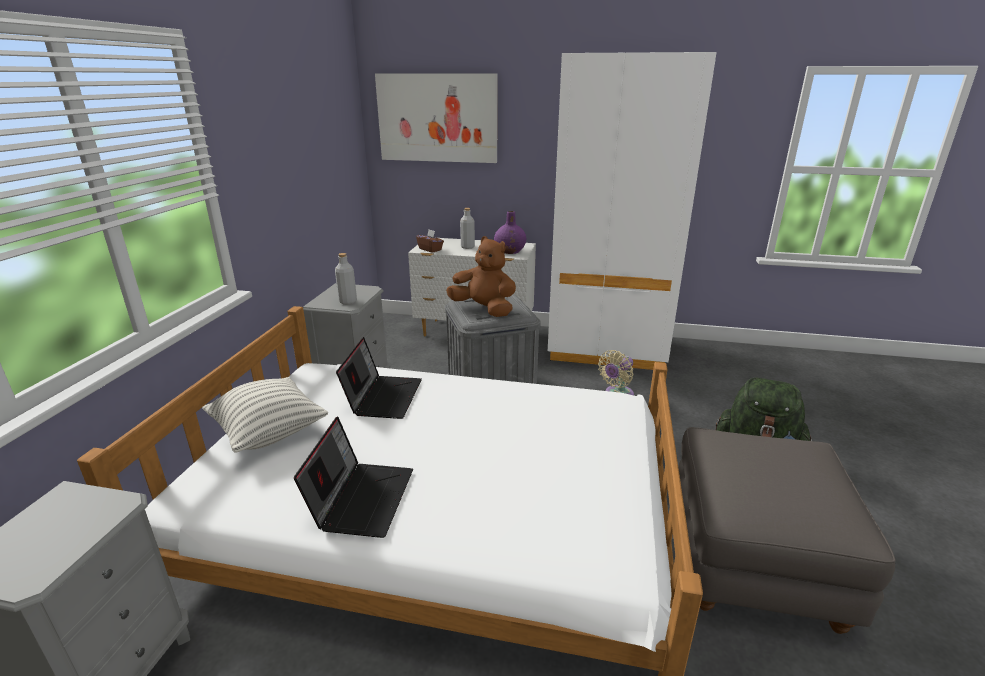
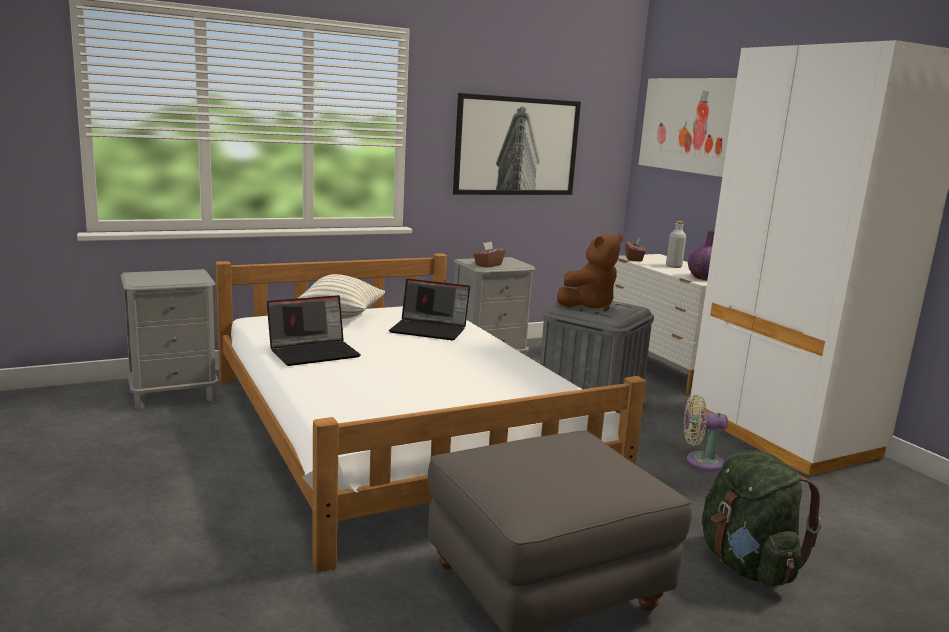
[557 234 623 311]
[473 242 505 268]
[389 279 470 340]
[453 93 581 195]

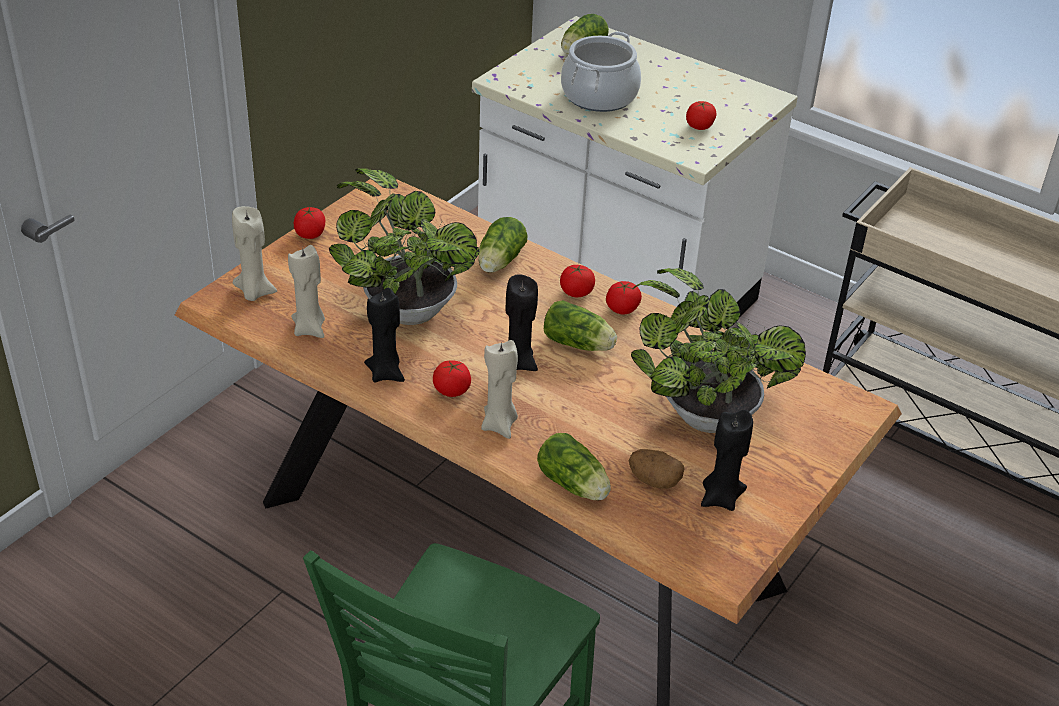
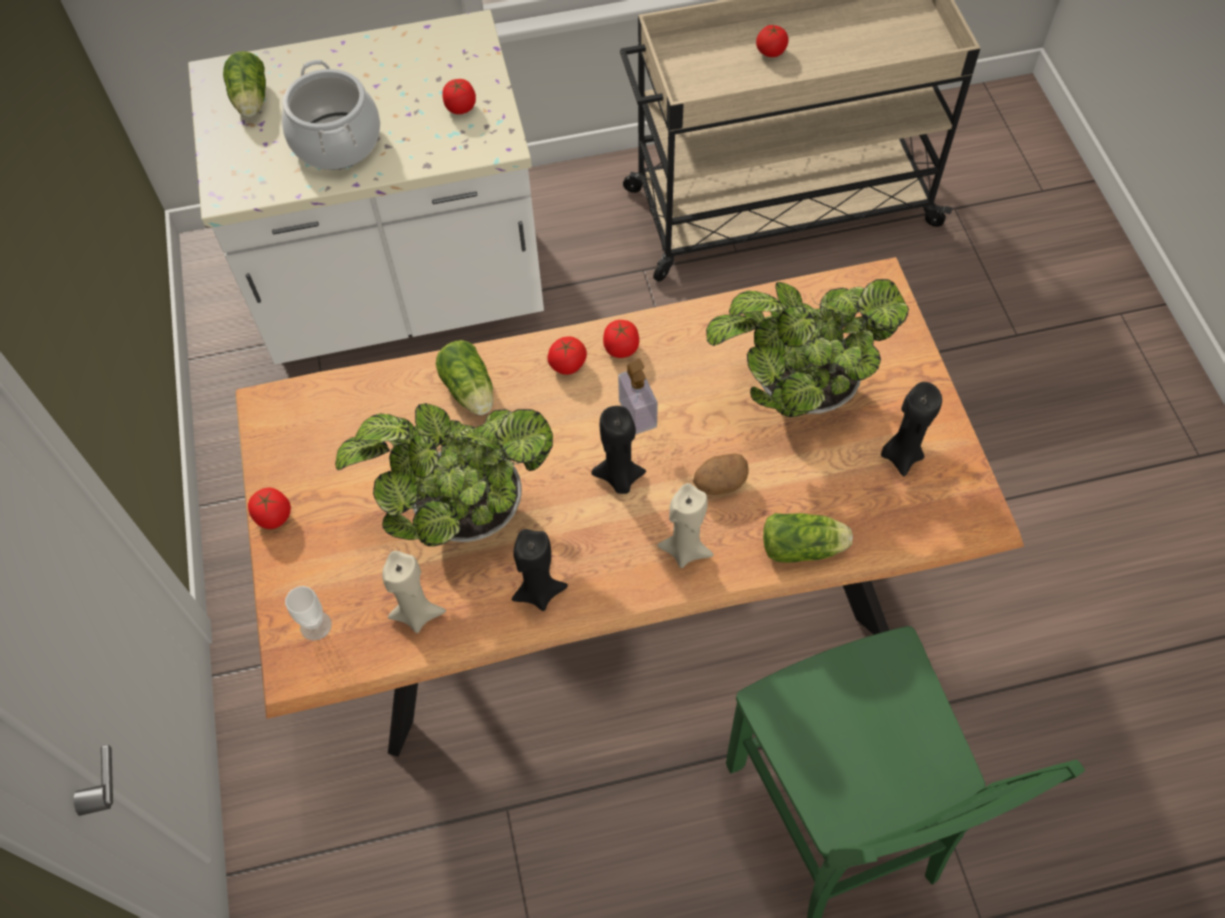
[285 586 332 641]
[618 359 658 434]
[756 24 789 57]
[693 453 749 495]

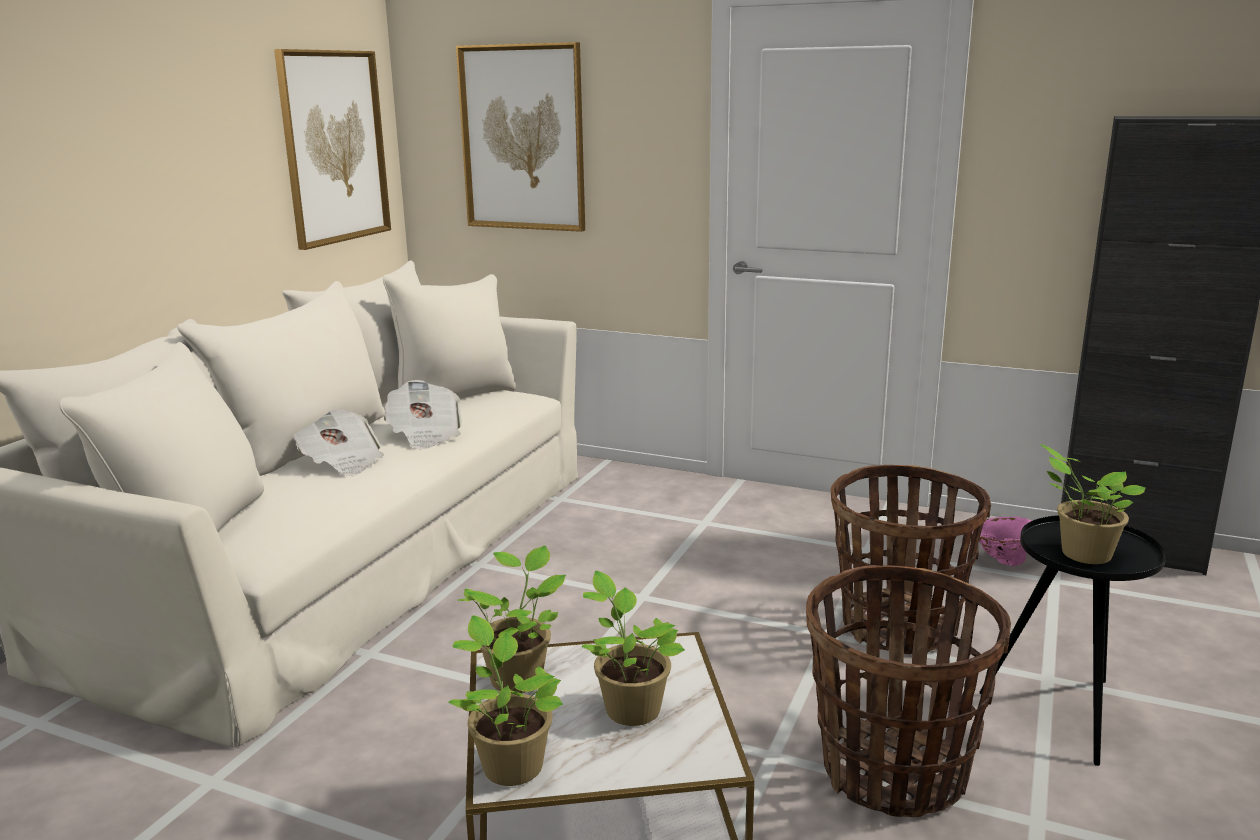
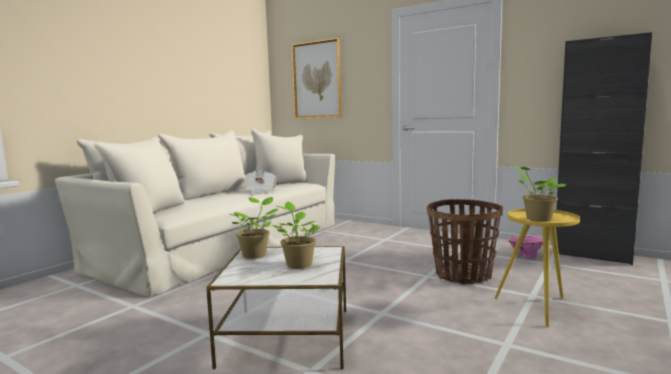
[274 49 391 250] (first image)
[294 409 384 476] (first image)
[495 209 580 327]
[806 565 1011 817] (first image)
[449 615 563 786] (first image)

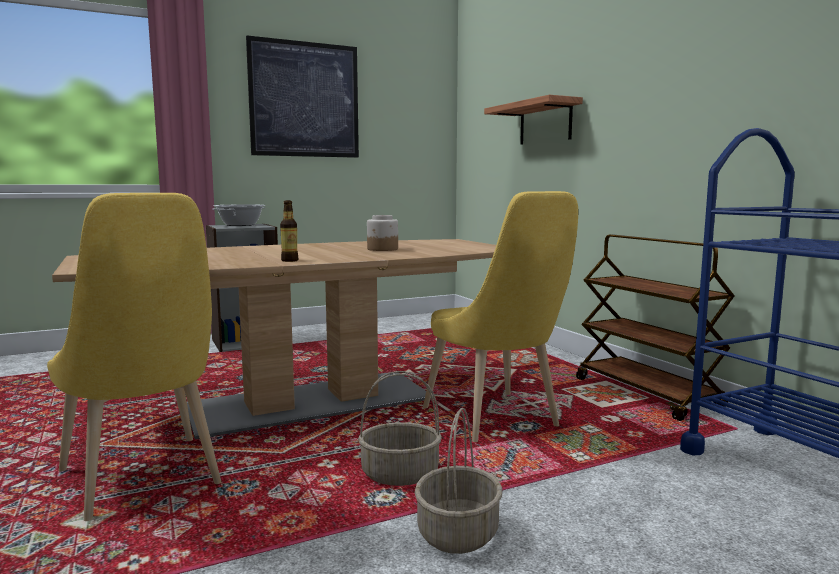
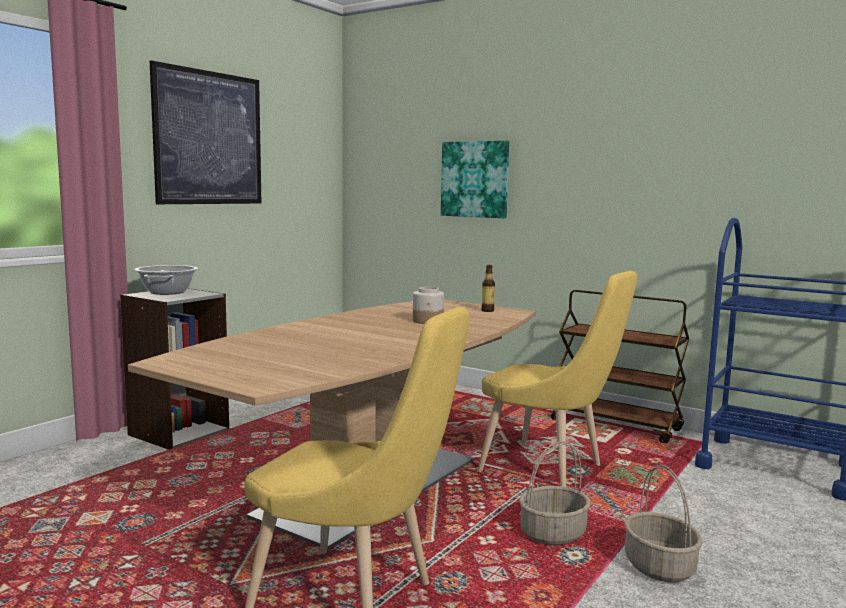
[441 140 510 218]
[481 265 495 312]

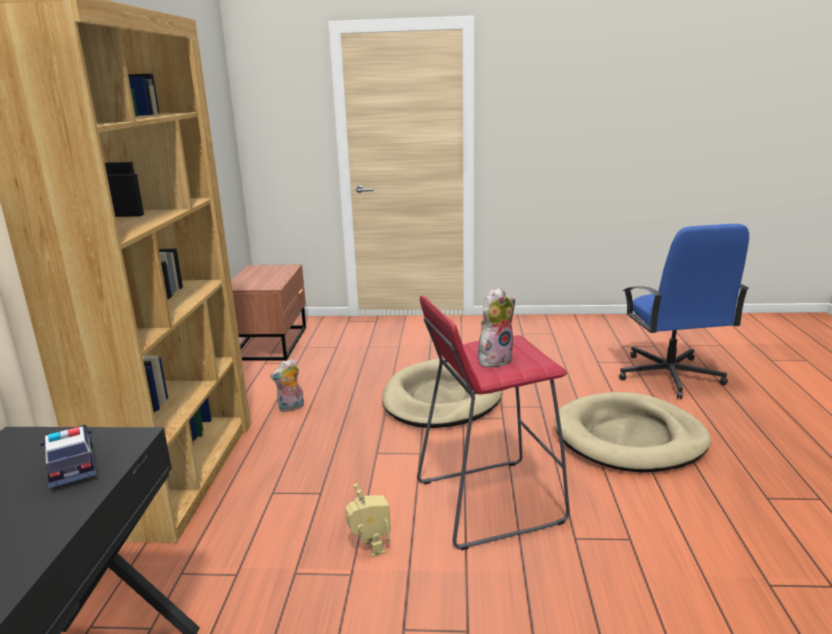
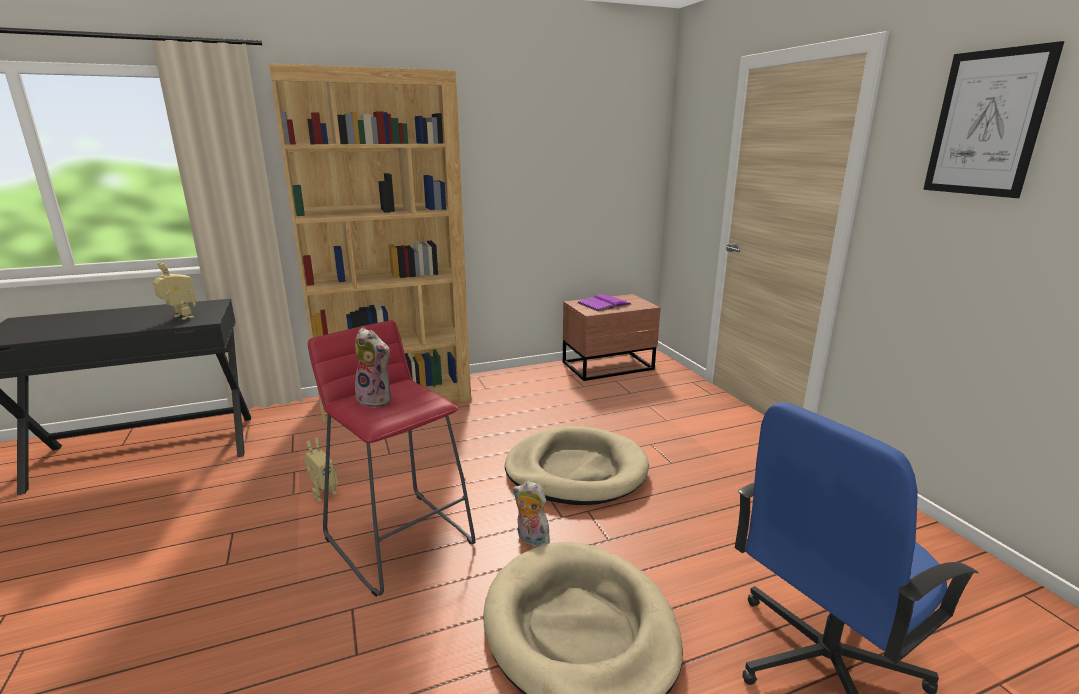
[513 481 554 547]
[153 262 196 320]
[923 41 1064 198]
[578 294 631 311]

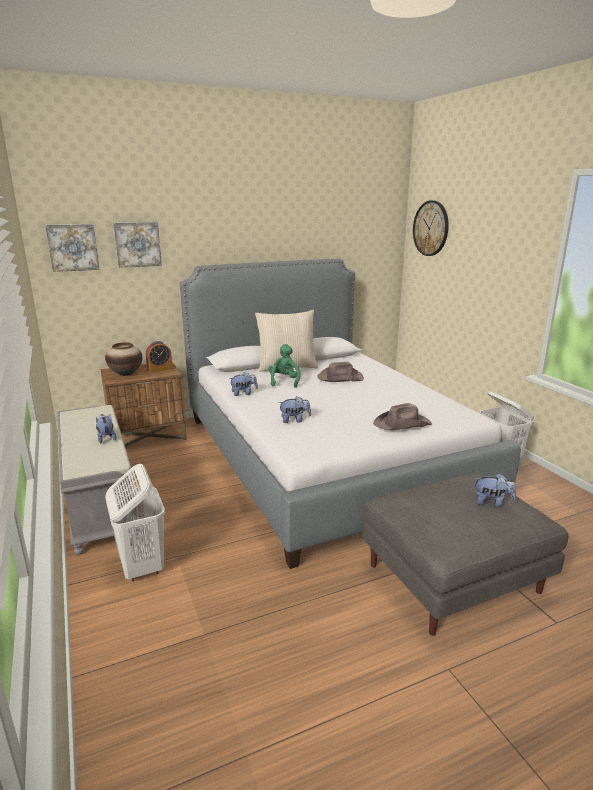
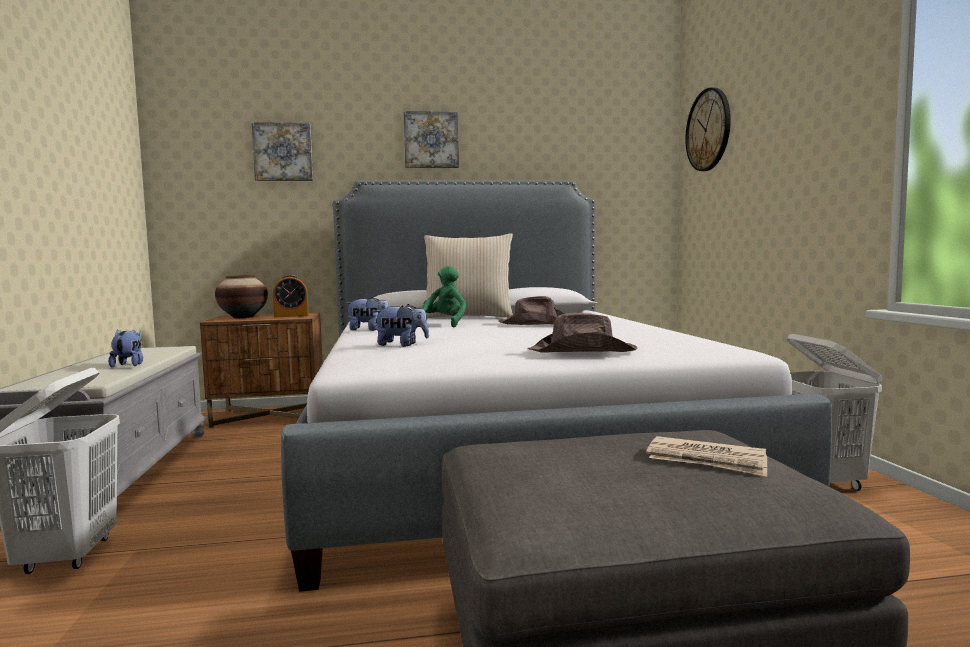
[404 111 459 168]
[646 436 767 477]

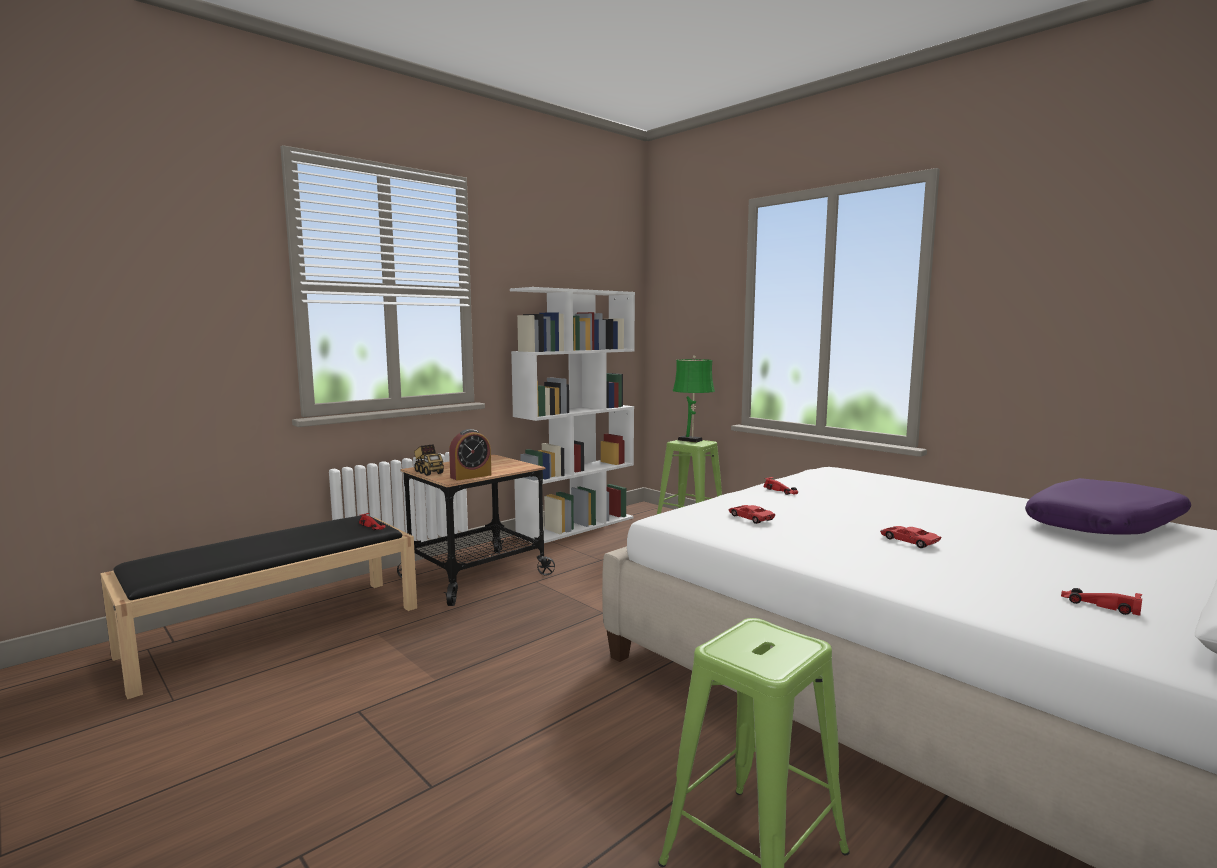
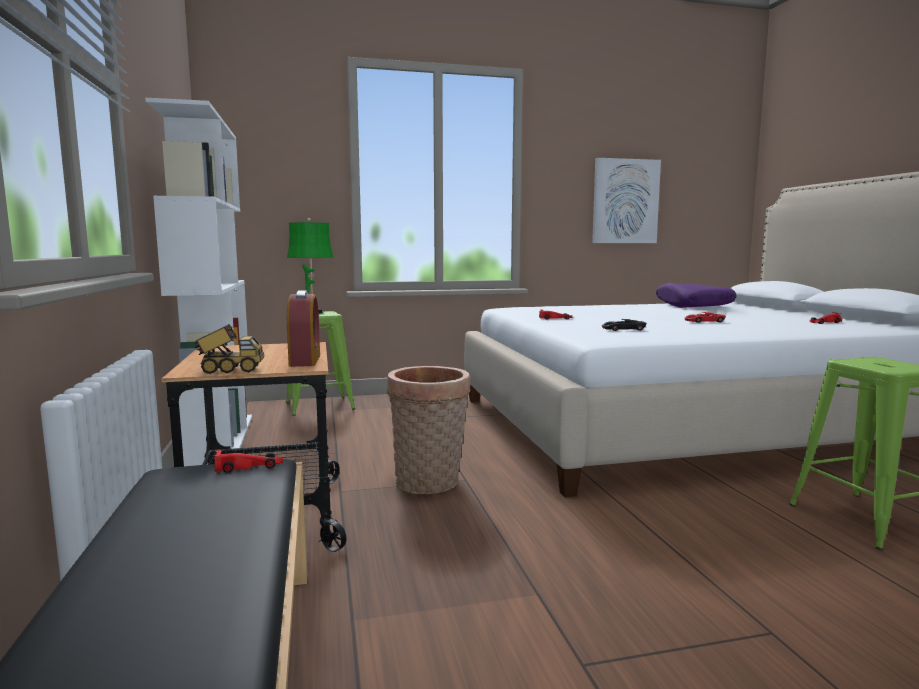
[602 319 646 331]
[592 158 661 243]
[387 366 470 494]

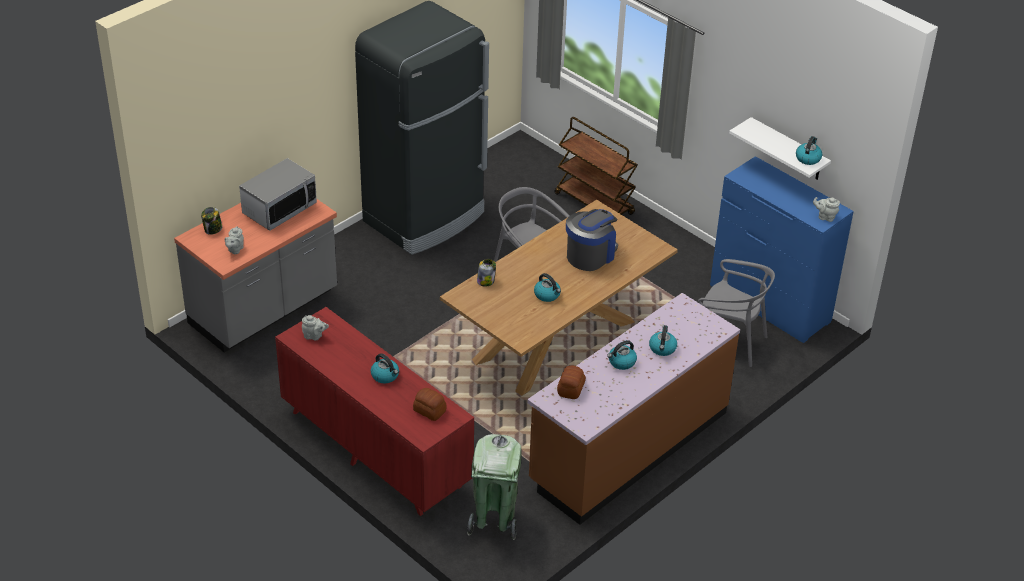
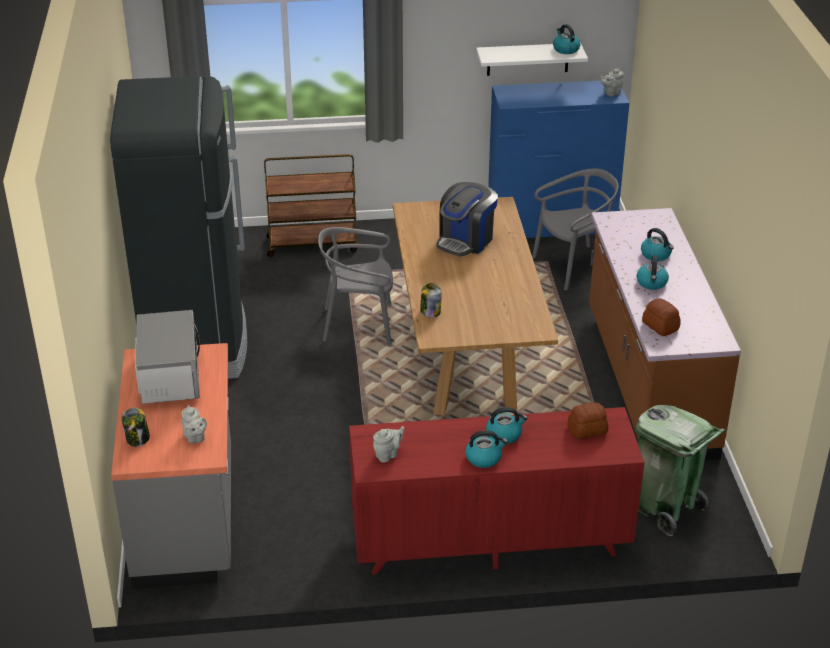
[436 182 498 257]
[465 430 508 468]

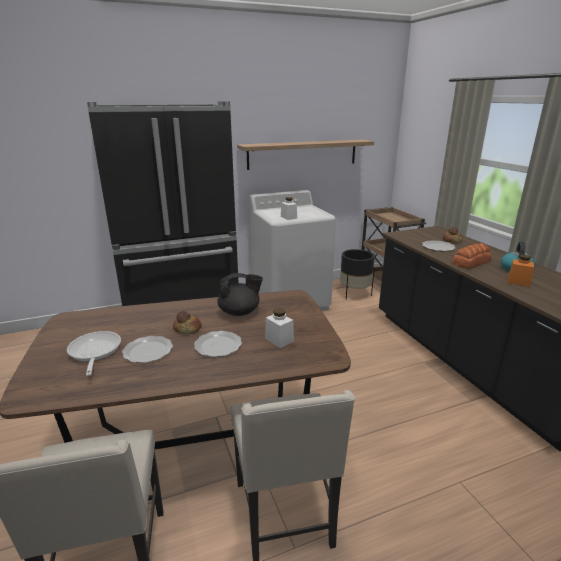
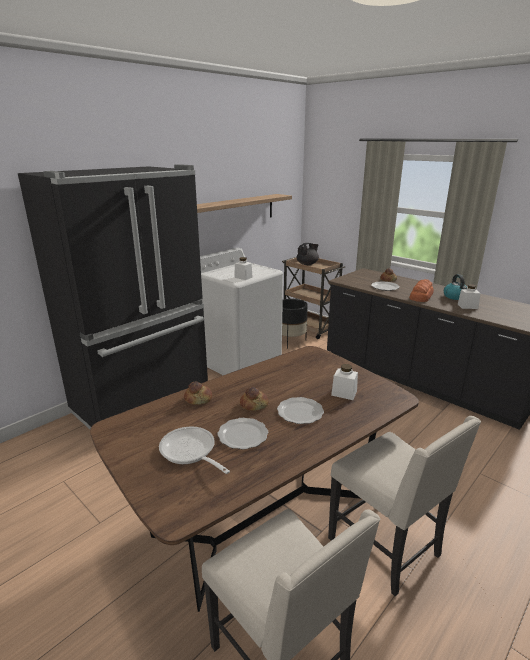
[458 284 481 309]
[297 243 319 265]
[184 381 212 405]

